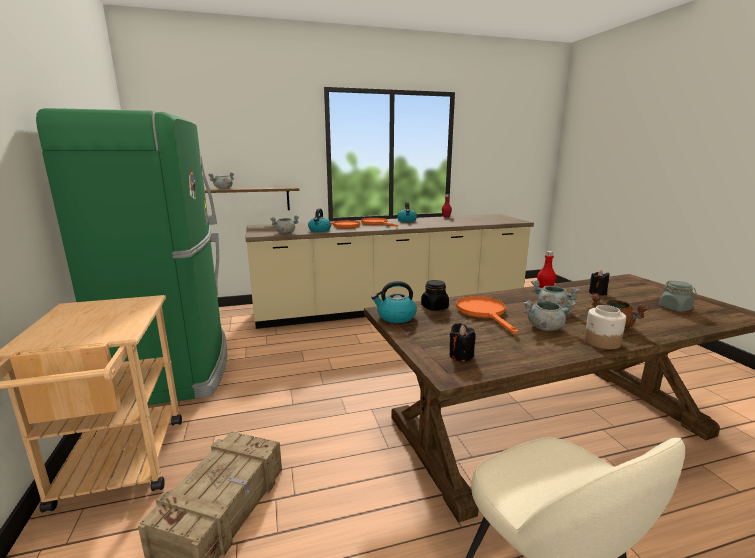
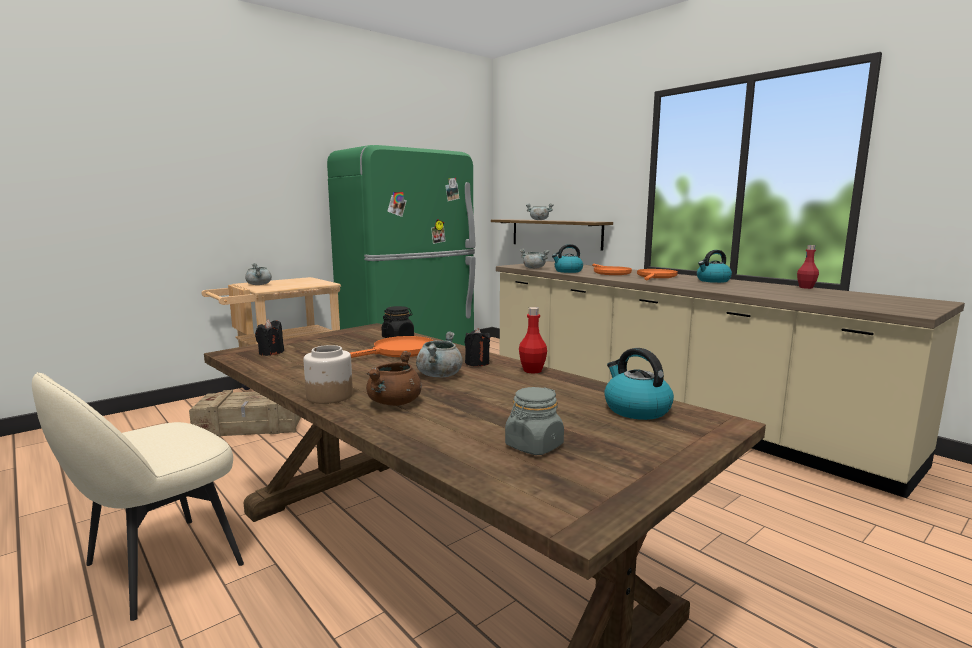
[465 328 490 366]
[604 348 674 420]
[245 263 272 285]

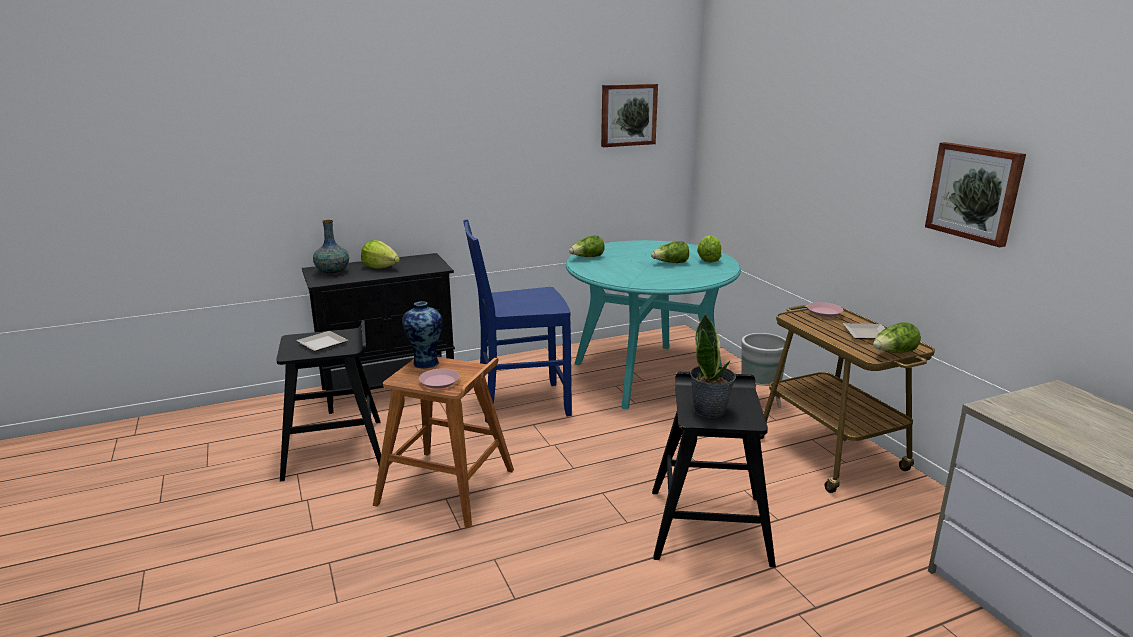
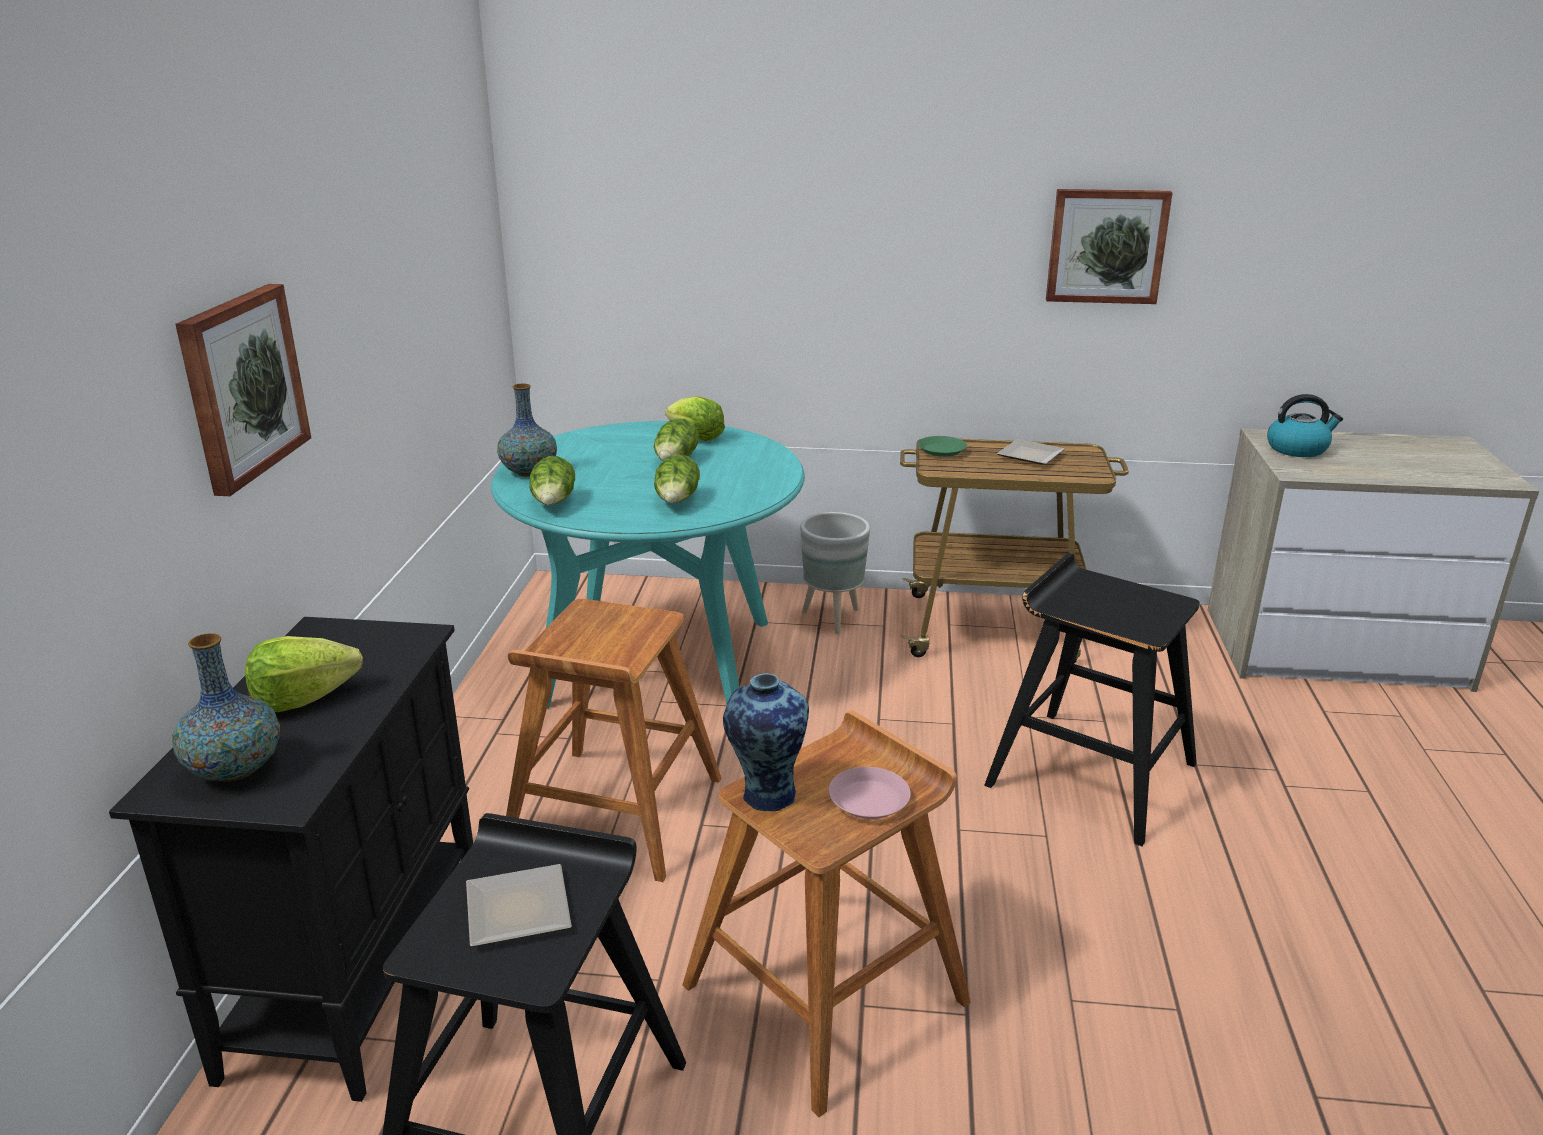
[175 284 311 496]
[506 599 721 882]
[918 436 967 457]
[690 315 736 418] (first image)
[654 454 700 503]
[497 384 557 477]
[1267 394 1343 457]

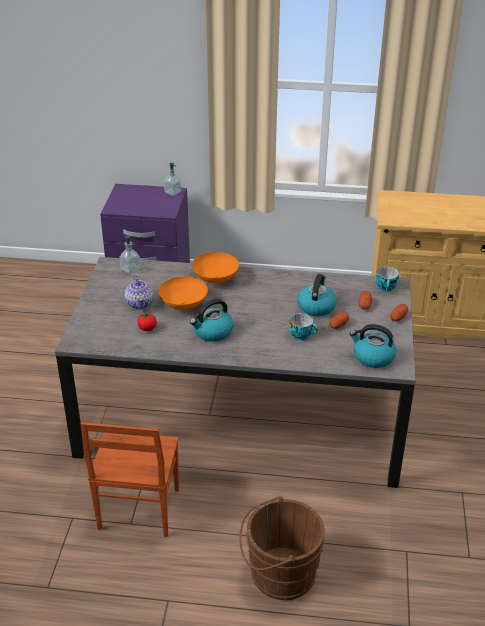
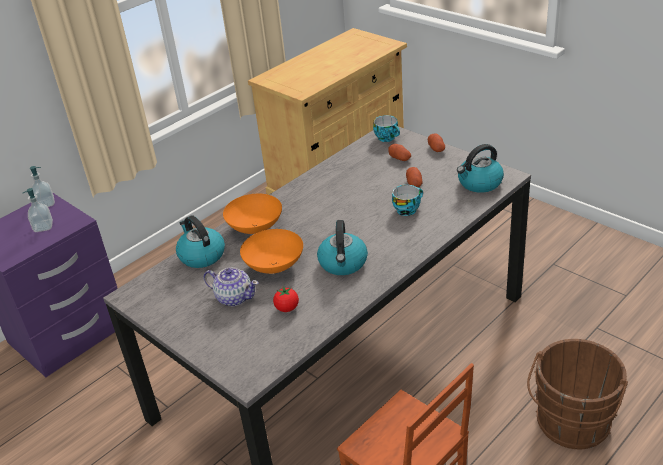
[22 188 53 232]
[176 215 225 268]

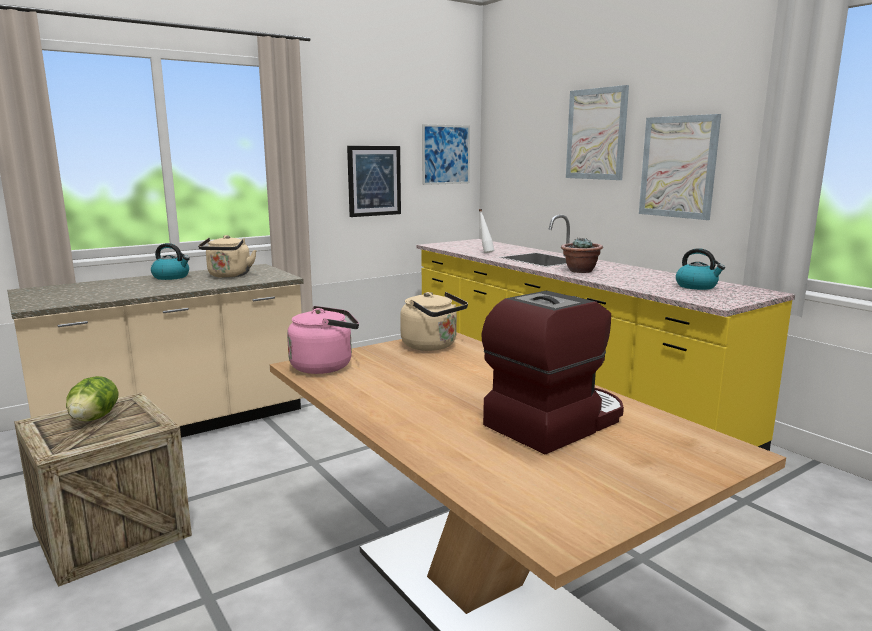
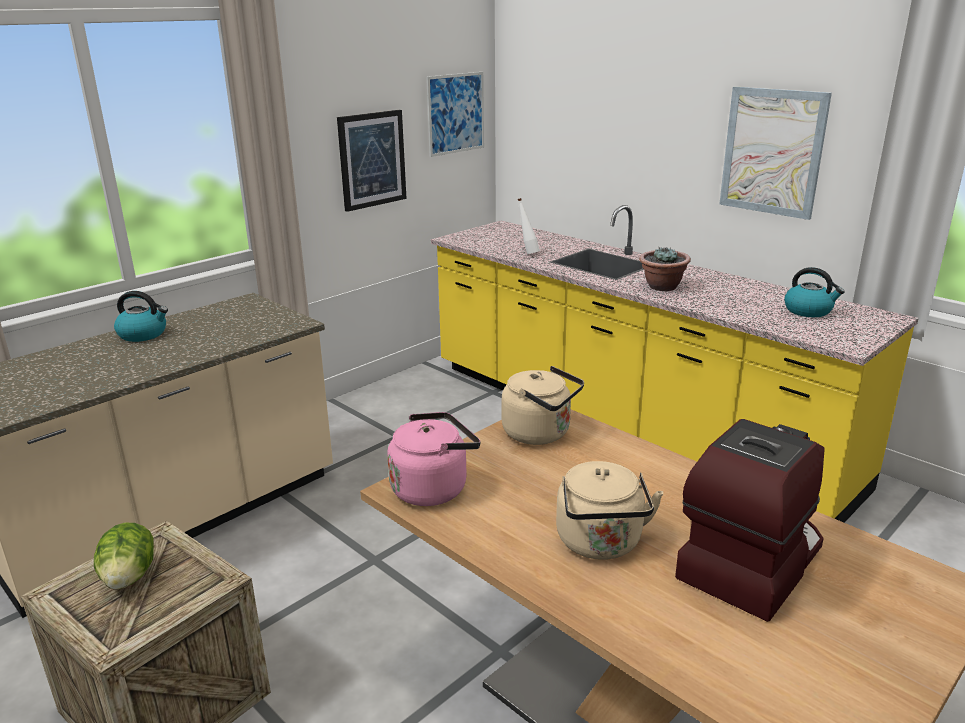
[566 85 629 180] (first image)
[556 461 663 560]

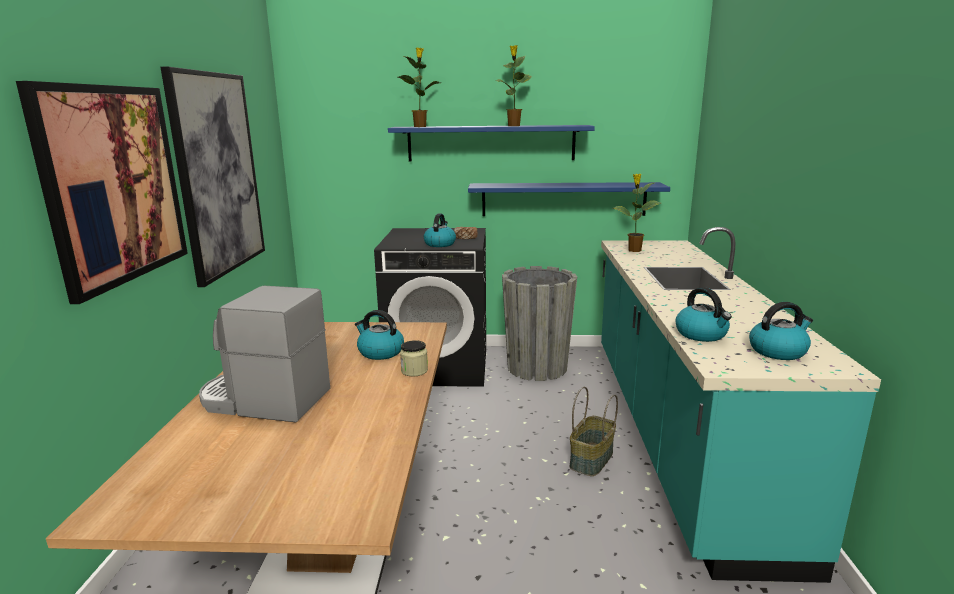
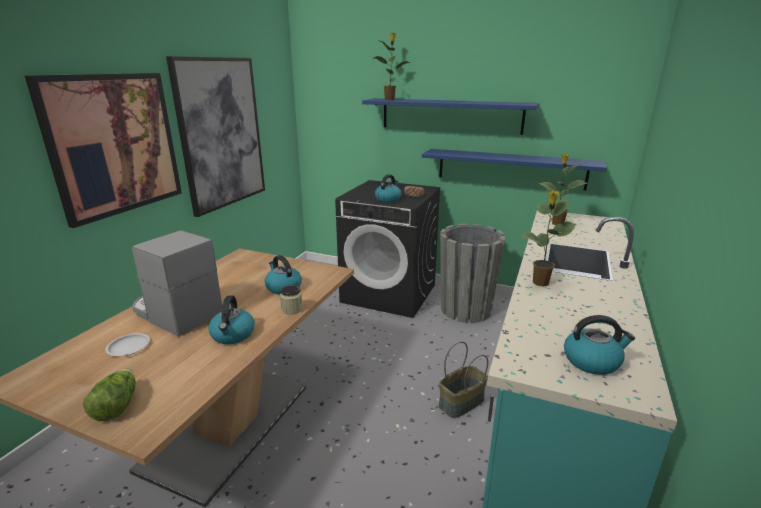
[520 191 576 287]
[208 295 255 344]
[106 333 150 356]
[83 368 135 421]

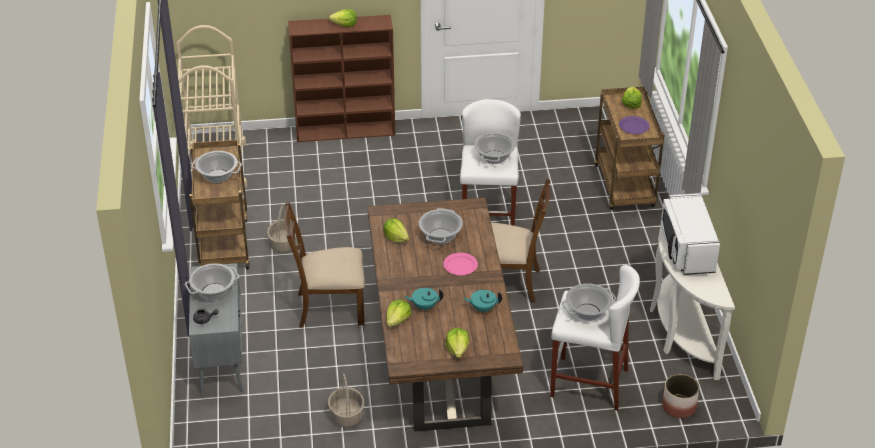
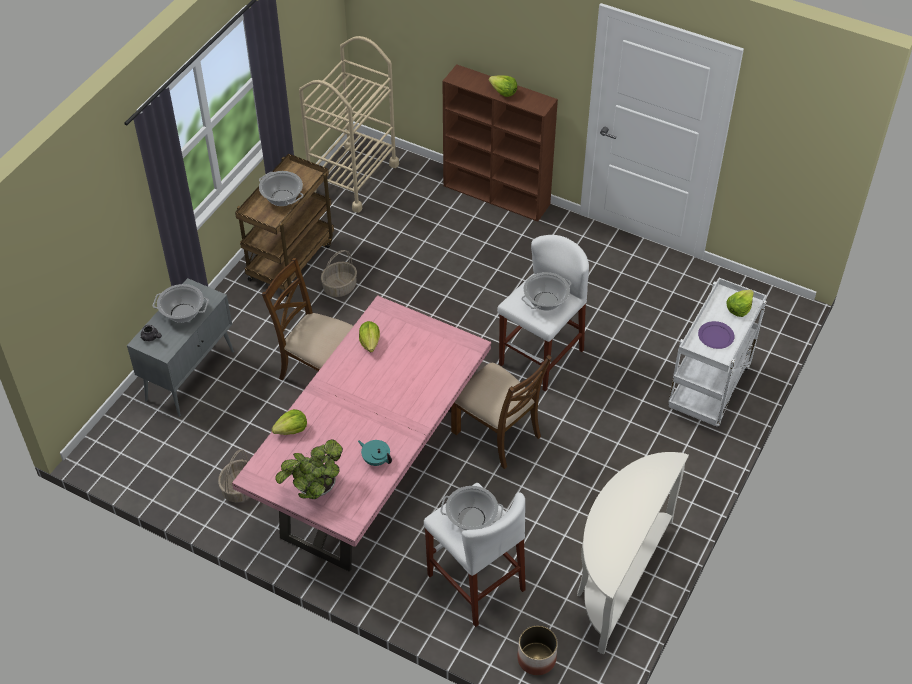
[668 278 767 427]
[660 193 720 275] (first image)
[232 295 491 572]
[419 208 463 244] (first image)
[443 253 478 275] (first image)
[405 288 443 311] (first image)
[275 439 343 499]

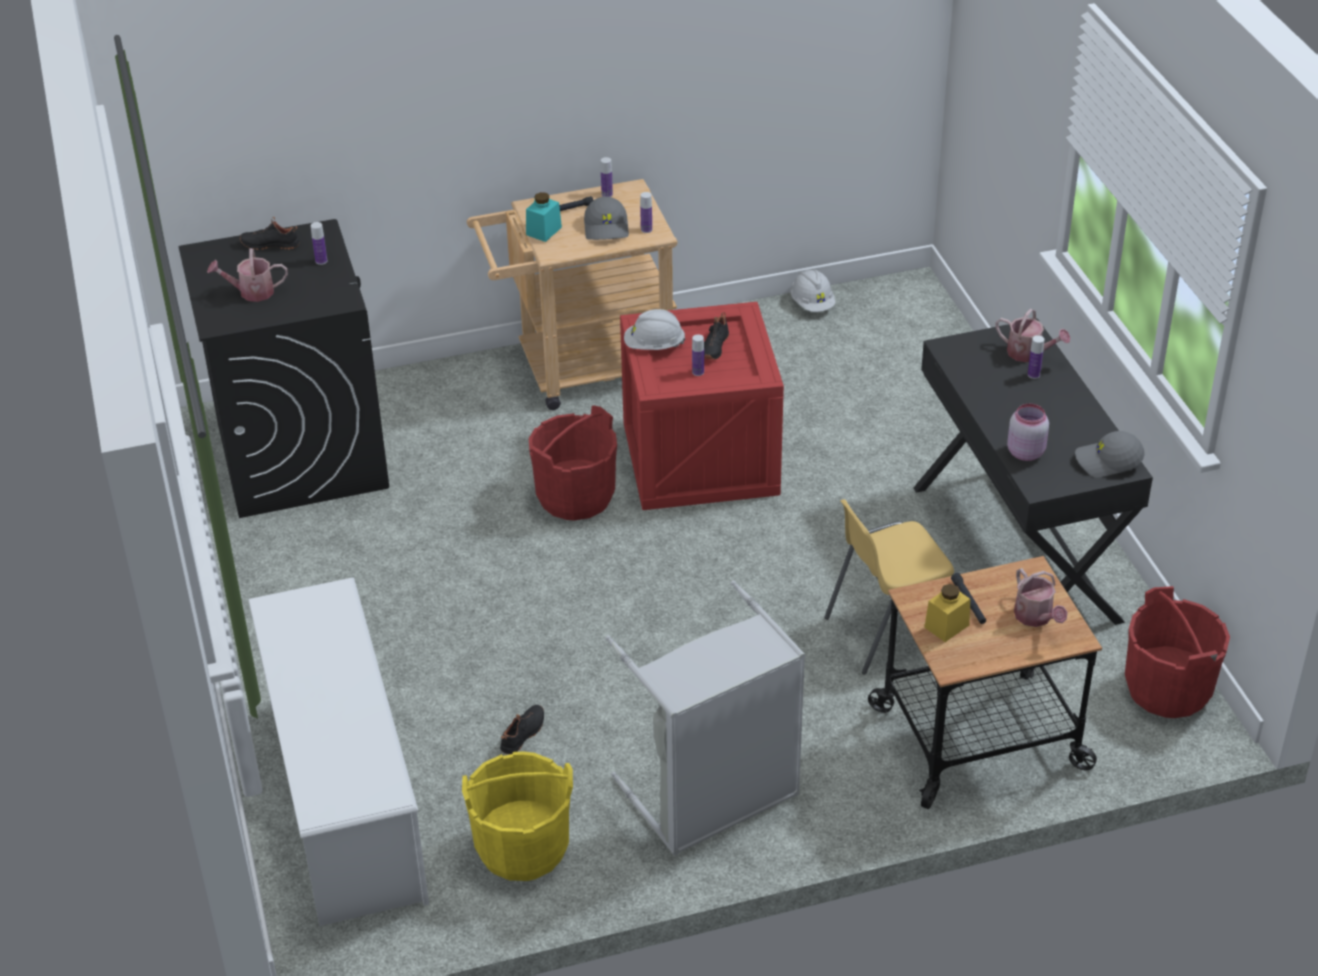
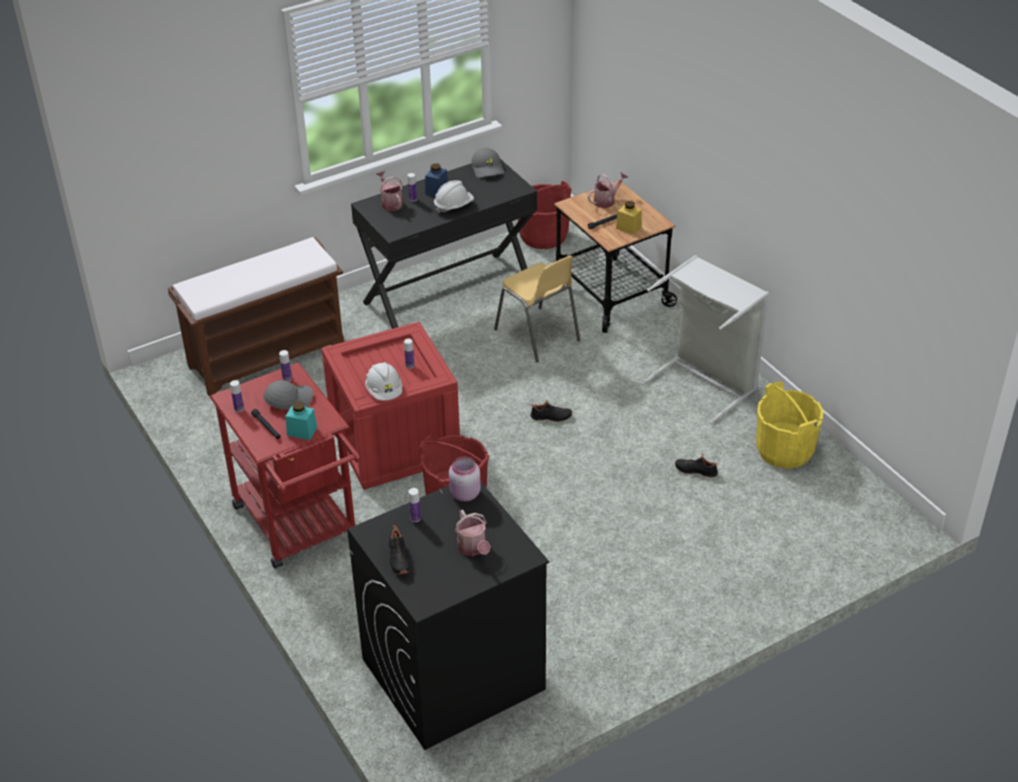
[210 363 360 568]
[434 180 474 213]
[376 171 403 211]
[531 400 572 422]
[449 456 481 502]
[248 578 429 926] (first image)
[425 163 448 196]
[168 237 344 397]

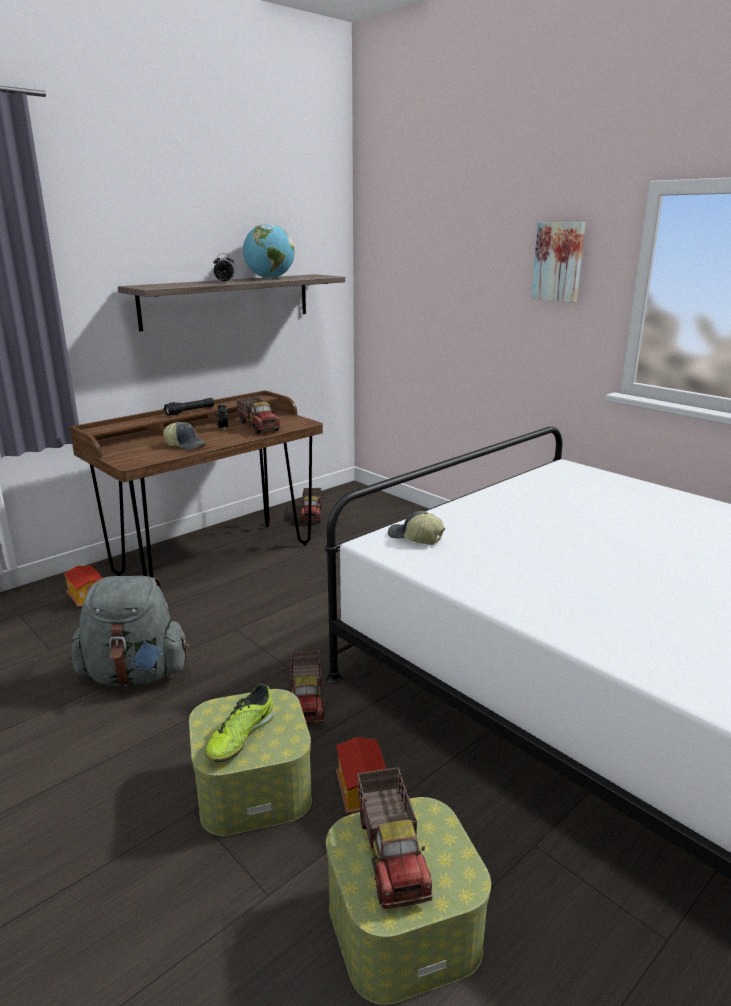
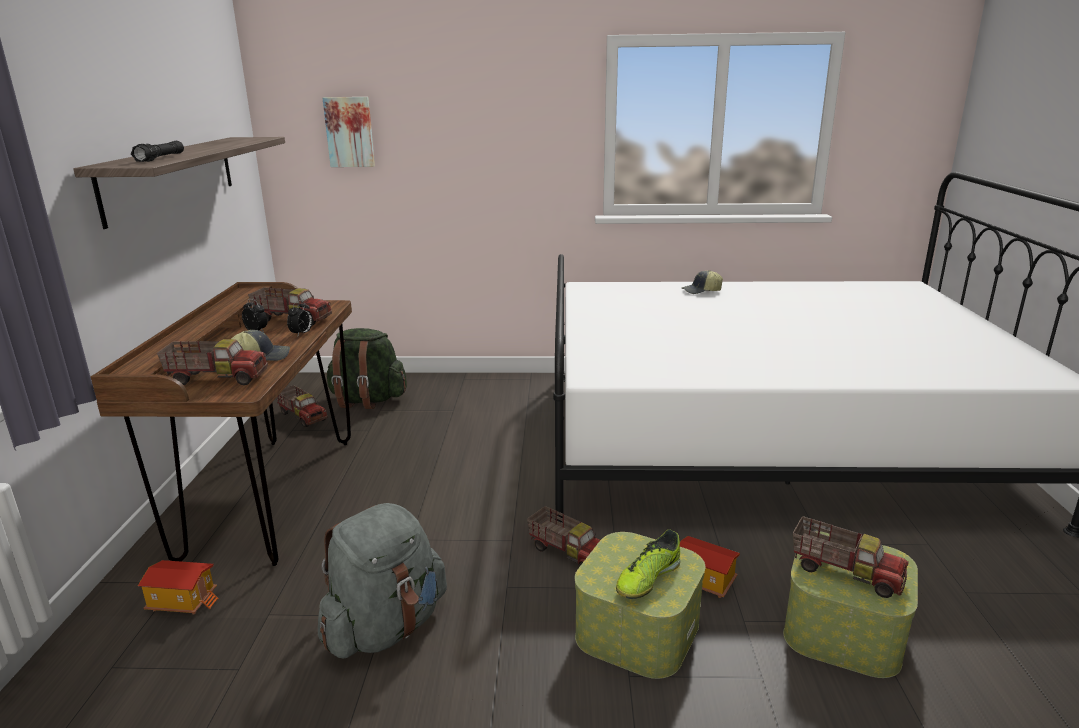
[323 97 375 167]
[243 224 295 279] (first image)
[287 300 313 336]
[131 141 184 162]
[682 270 723 294]
[616 529 680 599]
[326 328 407 409]
[157 339 268 386]

